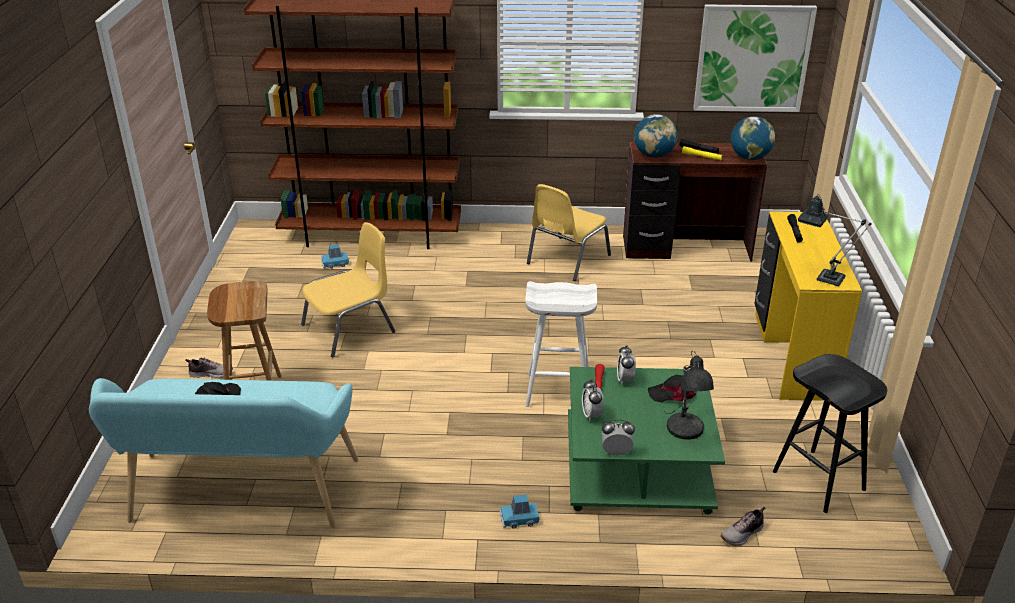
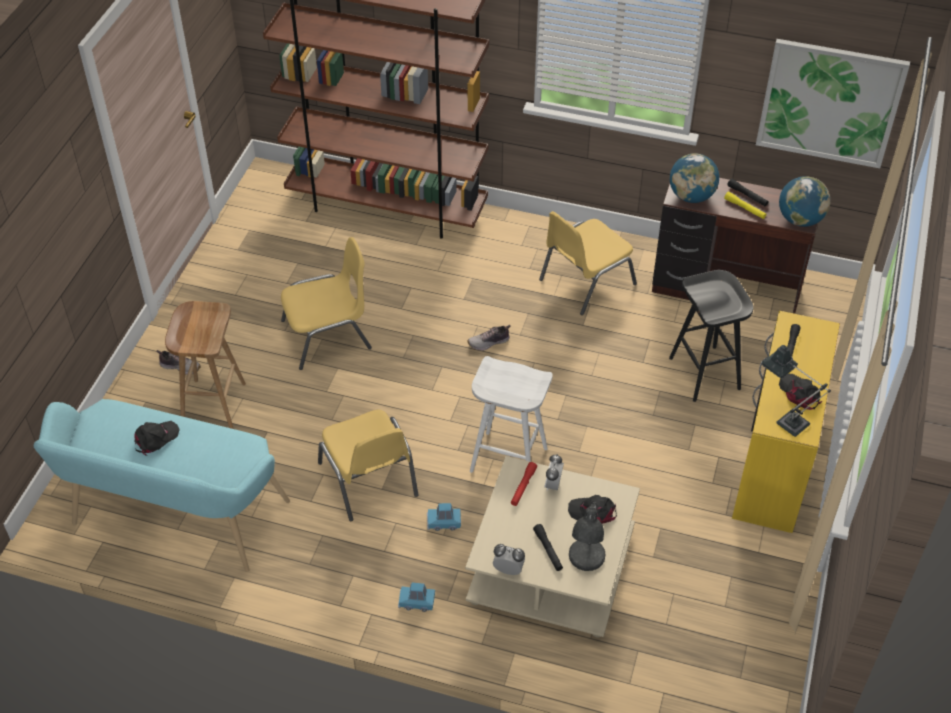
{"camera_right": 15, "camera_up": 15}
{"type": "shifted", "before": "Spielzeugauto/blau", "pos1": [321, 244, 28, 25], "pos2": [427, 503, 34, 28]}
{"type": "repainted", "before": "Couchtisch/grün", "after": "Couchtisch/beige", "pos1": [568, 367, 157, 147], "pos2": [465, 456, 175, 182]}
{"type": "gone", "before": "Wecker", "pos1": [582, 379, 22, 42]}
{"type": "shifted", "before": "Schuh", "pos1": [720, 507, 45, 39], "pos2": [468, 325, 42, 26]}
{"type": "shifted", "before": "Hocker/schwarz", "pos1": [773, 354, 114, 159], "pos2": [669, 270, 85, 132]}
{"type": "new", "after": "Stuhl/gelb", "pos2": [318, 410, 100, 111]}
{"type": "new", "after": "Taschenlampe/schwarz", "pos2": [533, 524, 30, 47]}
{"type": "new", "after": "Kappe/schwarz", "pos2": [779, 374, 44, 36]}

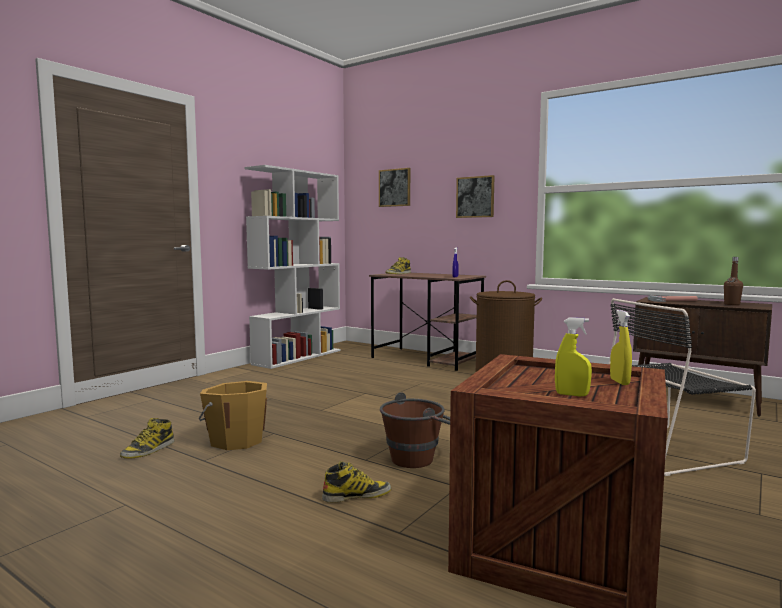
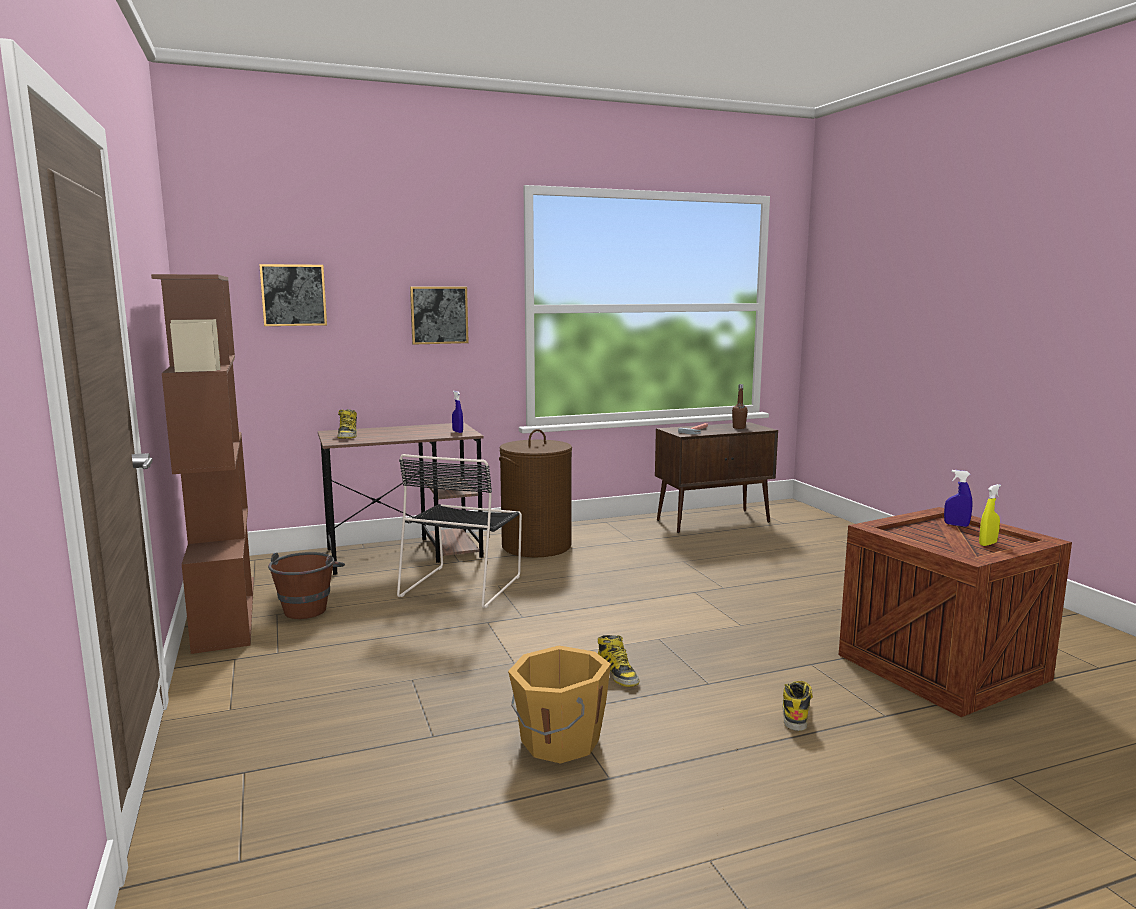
{"camera_right": -55, "camera_up": 5}
{"type": "shifted", "before": "Stiefel", "pos1": [120, 418, 55, 41], "pos2": [597, 635, 42, 52]}
{"type": "repainted", "before": "Bücherregal/weiß", "after": "Bücherregal/braun", "pos1": [245, 165, 95, 204], "pos2": [151, 274, 103, 380]}
{"type": "shifted", "before": "Eimer/braun", "pos1": [380, 392, 70, 76], "pos2": [268, 552, 77, 67]}
{"type": "shifted", "before": "Stuhl/schwarz", "pos1": [608, 298, 148, 178], "pos2": [397, 454, 125, 154]}
{"type": "repainted", "before": "Sprühflasche/gelb", "after": "Sprühflasche/blau", "pos1": [610, 310, 22, 75], "pos2": [944, 470, 29, 57]}

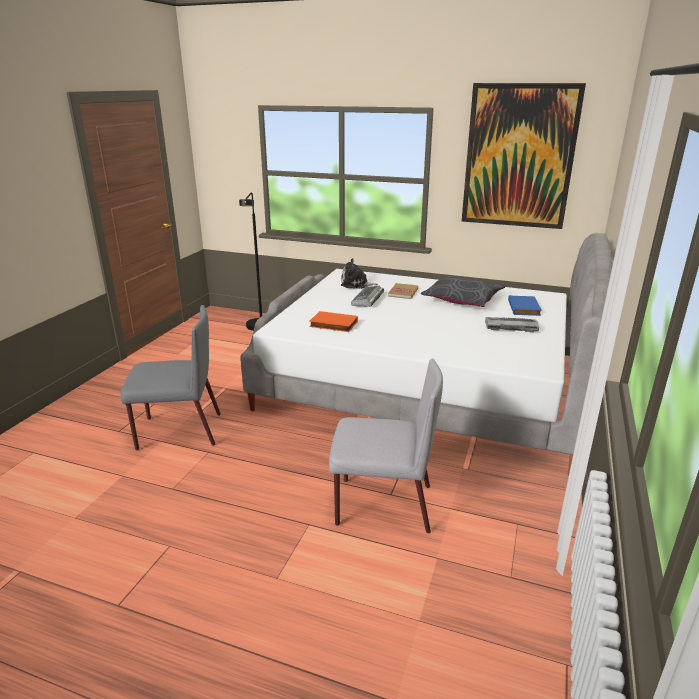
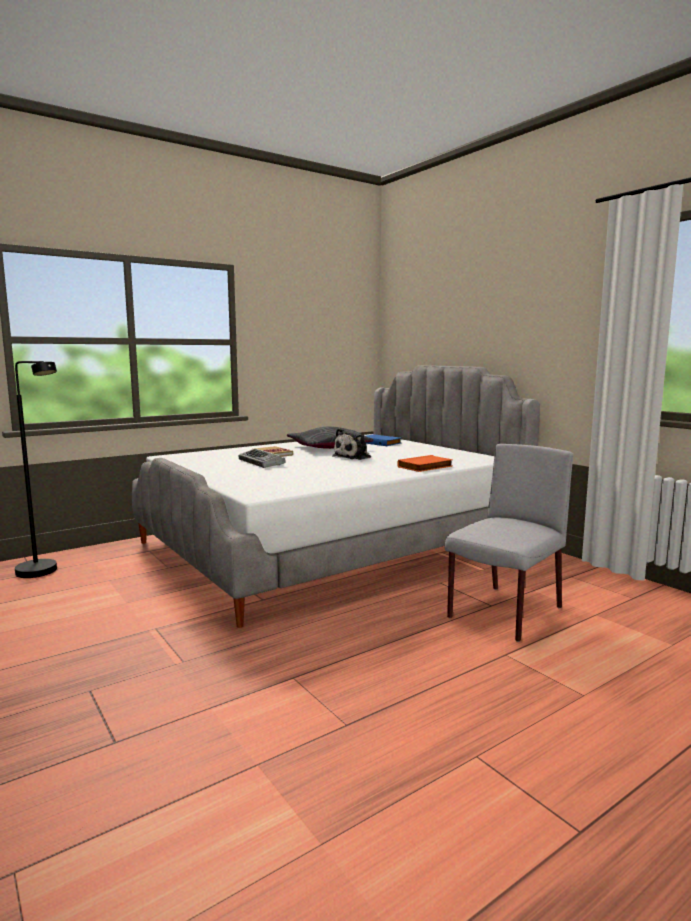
{"camera_right": -55, "camera_up": -15}
{"type": "gone", "before": "Stuhl/grau", "pos1": [120, 305, 101, 145]}
{"type": "shifted", "before": "Buch/orange", "pos1": [309, 311, 49, 21], "pos2": [397, 455, 56, 17]}
{"type": "shifted", "before": "Plüschtier", "pos1": [341, 258, 37, 31], "pos2": [332, 428, 40, 32]}
{"type": "gone", "before": "Bild", "pos1": [462, 83, 124, 146]}
{"type": "gone", "before": "Tastatur", "pos1": [485, 317, 54, 15]}

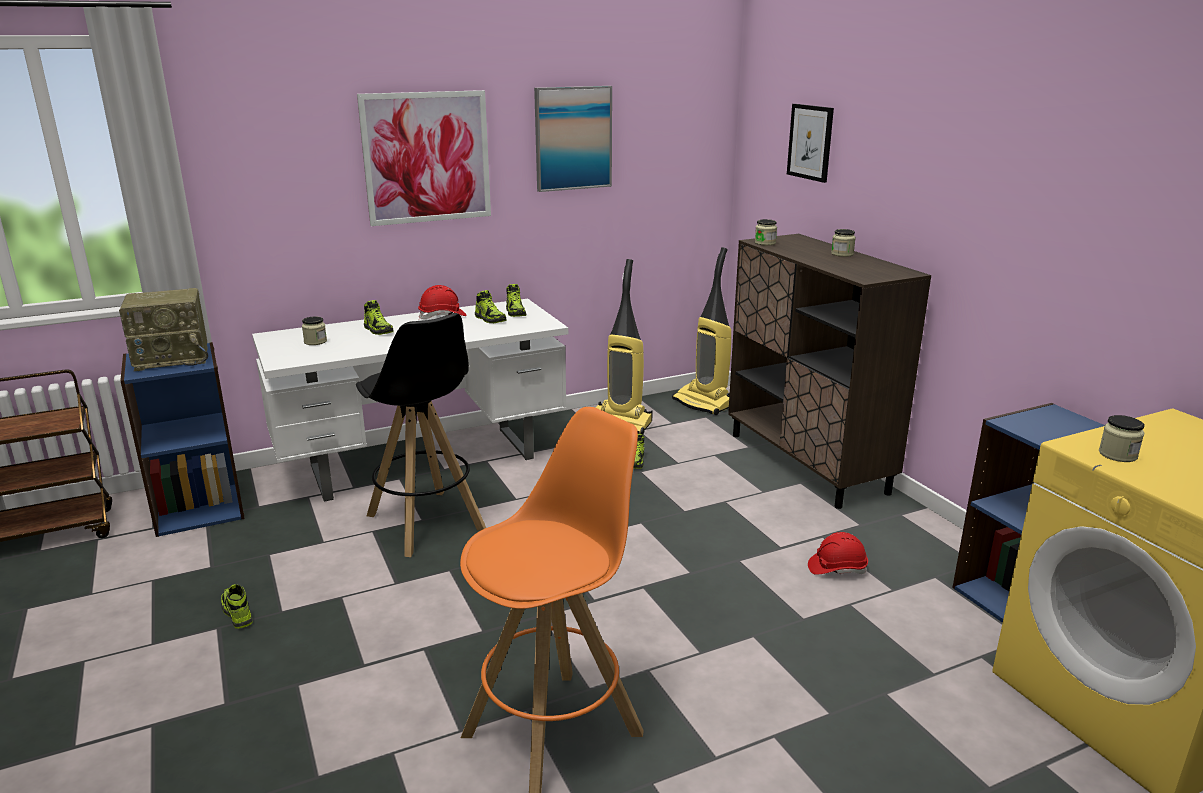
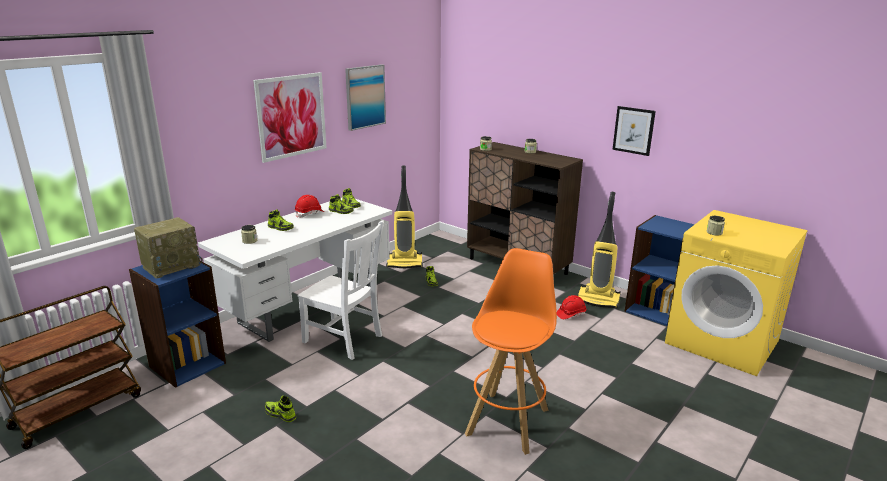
{"camera_right": -25, "camera_up": 0}
{"type": "swapped", "before": "Hocker/schwarz", "after": "Stuhl/weiß", "pos1": [356, 313, 130, 244], "pos2": [298, 221, 86, 139]}
{"type": "shifted", "before": "Staubsauger", "pos1": [672, 247, 59, 168], "pos2": [578, 192, 43, 116]}
{"type": "shifted", "before": "Bild", "pos1": [787, 104, 47, 79], "pos2": [612, 106, 44, 50]}

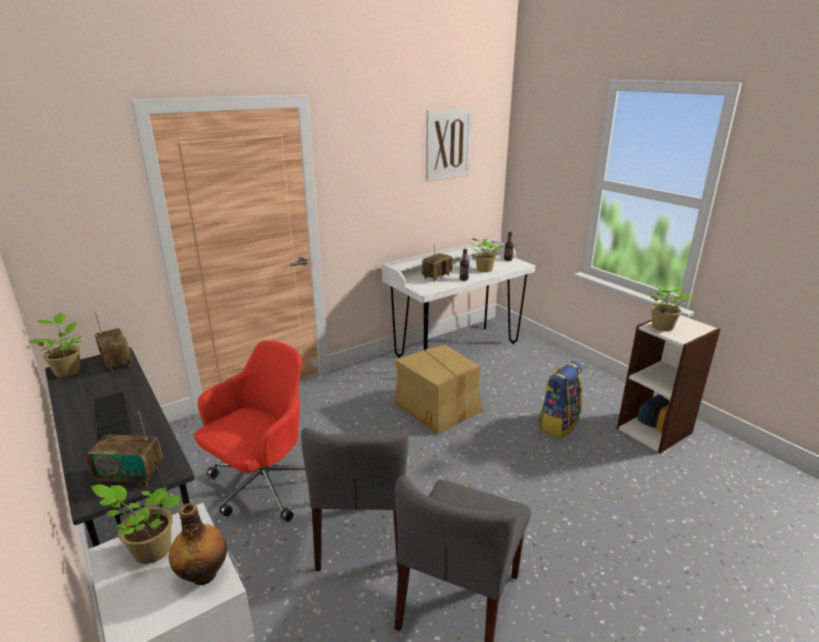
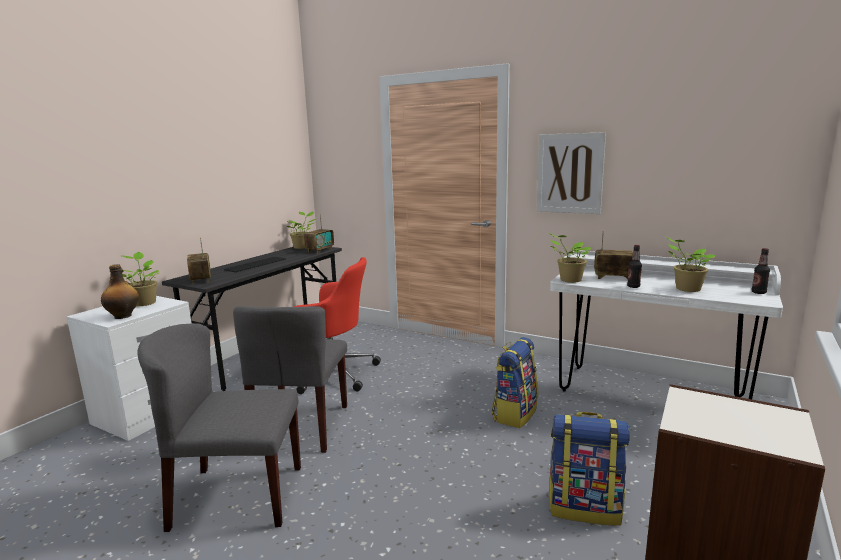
{"camera_right": 65, "camera_up": -10}
{"type": "rotated", "before": "Stuhl/grau", "pos1": [301, 428, 108, 144], "pos2": [233, 306, 114, 147], "turn": -60}
{"type": "swapped", "before": "Karton", "after": "Rucksack", "pos1": [394, 345, 89, 90], "pos2": [492, 337, 46, 91]}
{"type": "shifted", "before": "Bild", "pos1": [426, 108, 46, 73], "pos2": [537, 132, 69, 82]}
{"type": "shifted", "before": "Topfpflanze", "pos1": [650, 288, 43, 43], "pos2": [549, 233, 42, 50]}

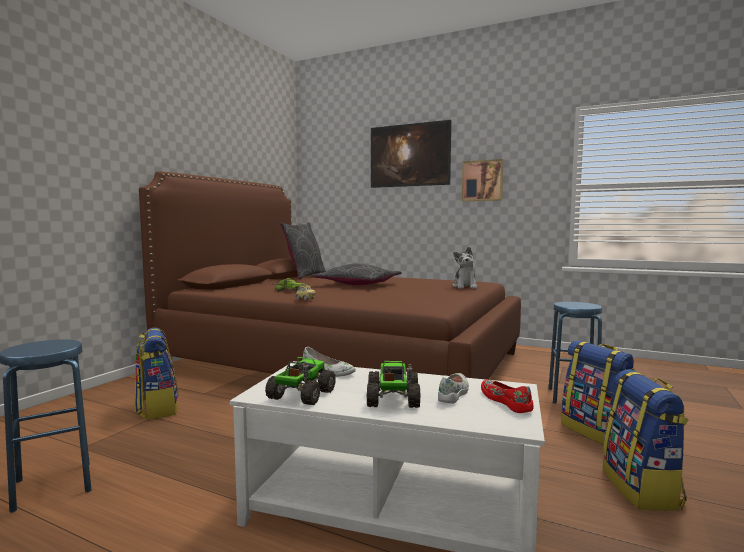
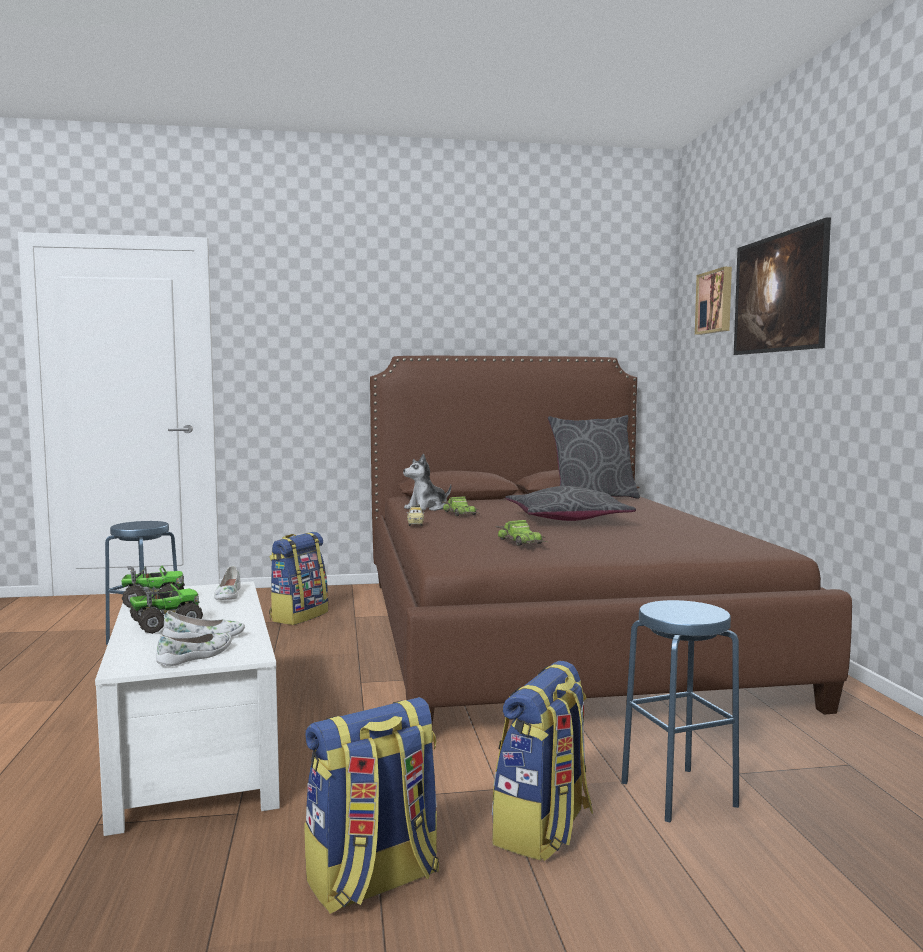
{"camera_right": 55, "camera_up": 0}
{"type": "shifted", "before": "Plüschtier", "pos1": [452, 247, 26, 42], "pos2": [403, 453, 48, 58]}
{"type": "shifted", "before": "Bild", "pos1": [462, 159, 42, 42], "pos2": [695, 267, 37, 68]}
{"type": "repainted", "before": "Schuh/rot", "after": "Schuh/weiß", "pos1": [481, 380, 52, 33], "pos2": [156, 633, 76, 33]}
{"type": "new", "after": "Spielzeugauto", "pos2": [496, 520, 51, 26]}

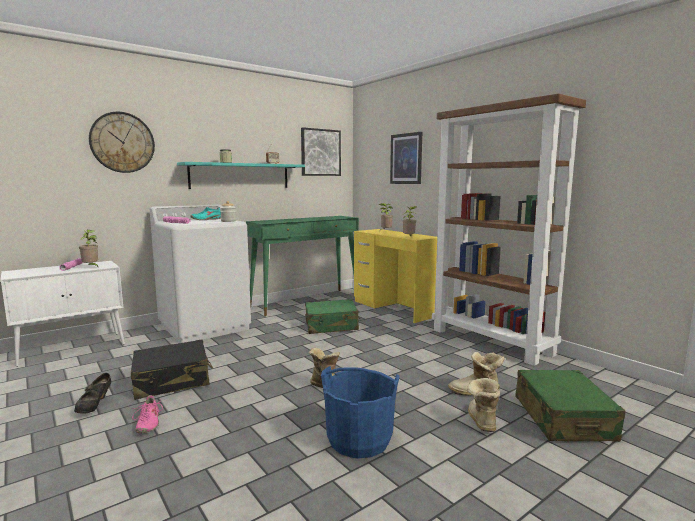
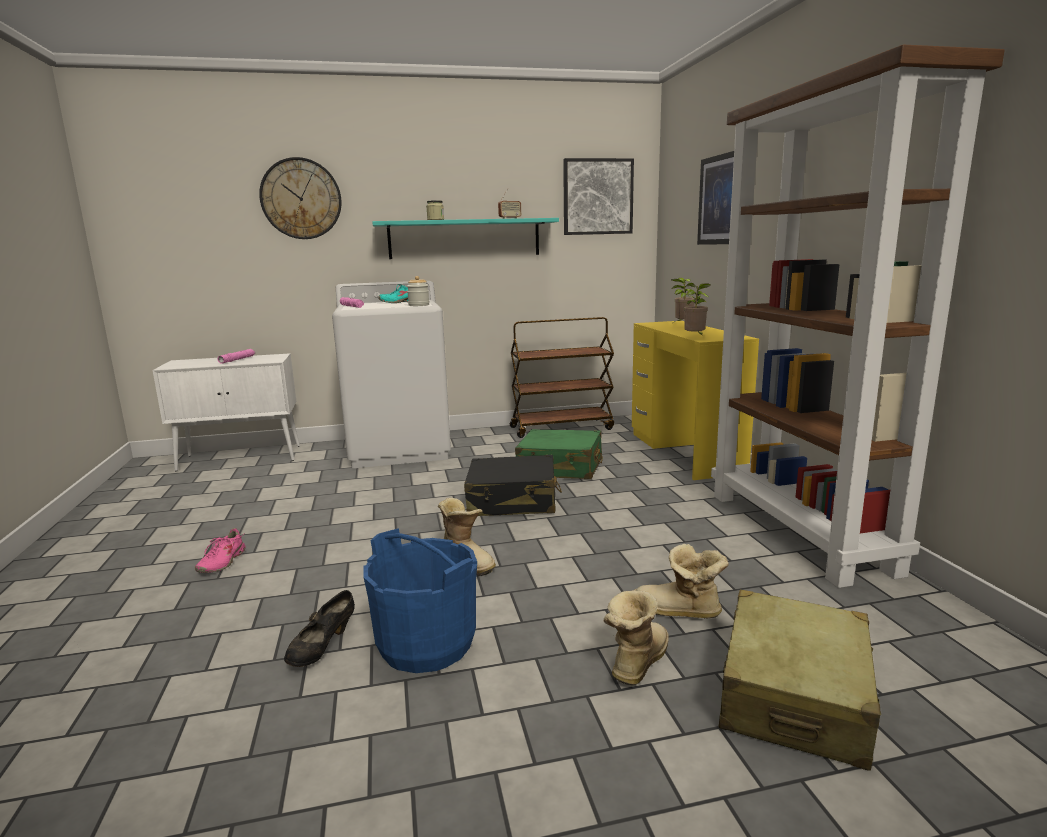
{"camera_right": 25, "camera_up": 5}
{"type": "shifted", "before": "Schuh/schwarz", "pos1": [74, 373, 37, 41], "pos2": [284, 590, 71, 77]}
{"type": "gone", "before": "Topfpflanze", "pos1": [79, 230, 19, 37]}
{"type": "shifted", "before": "Koffer/schwarz", "pos1": [131, 340, 82, 60], "pos2": [464, 455, 98, 61]}
{"type": "swapped", "before": "Konsolentisch/grün", "after": "Rollwagen/braun", "pos1": [246, 216, 113, 100], "pos2": [510, 317, 104, 121]}
{"type": "repainted", "before": "Koffer/grün", "after": "Koffer/beige", "pos1": [515, 370, 110, 72], "pos2": [719, 590, 162, 181]}

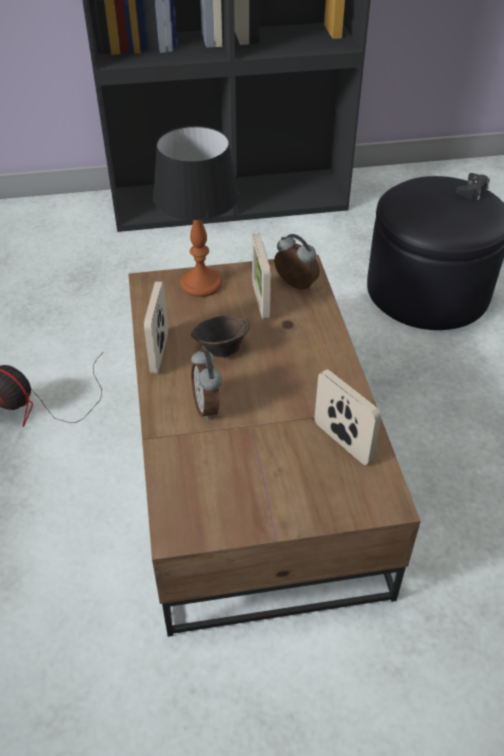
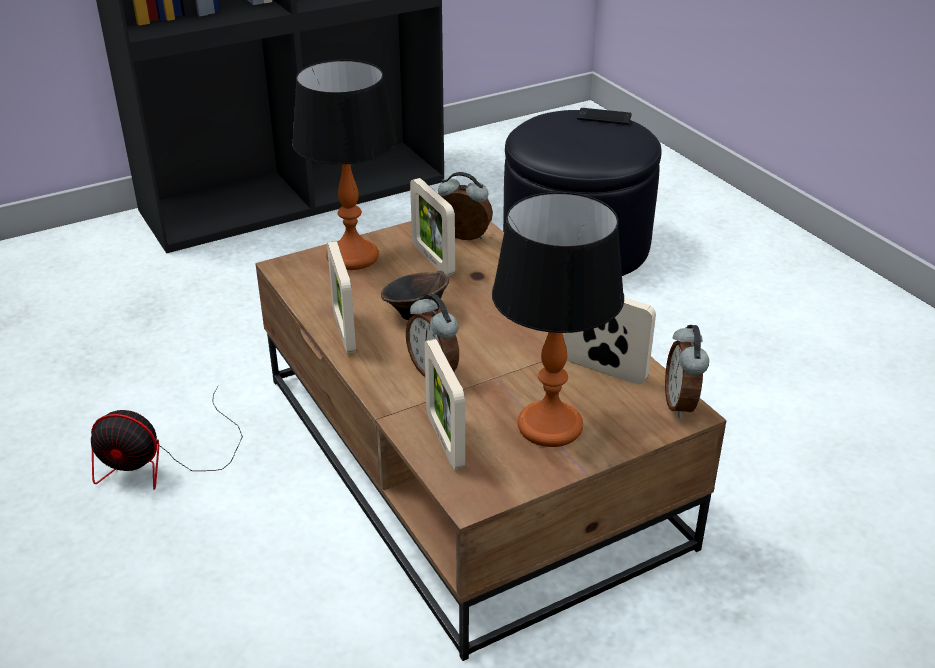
{"camera_right": -20, "camera_up": -10}
{"type": "swapped", "before": "Gamepad/schwarz", "after": "Handy", "pos1": [456, 173, 34, 27], "pos2": [577, 108, 55, 17]}
{"type": "new", "after": "Bilderrahmen", "pos2": [424, 339, 41, 131]}
{"type": "new", "after": "Tischlampe", "pos2": [492, 192, 132, 255]}
{"type": "new", "after": "Wecker", "pos2": [665, 325, 44, 93]}

